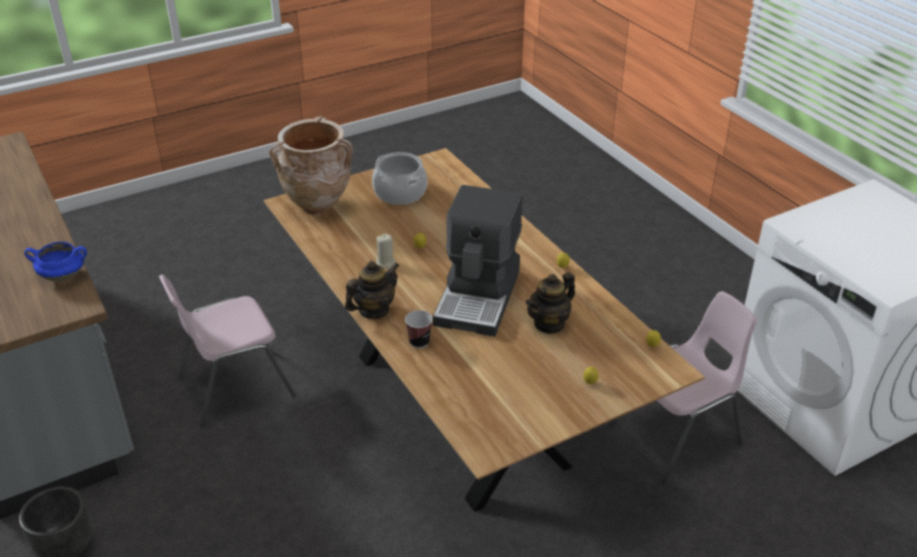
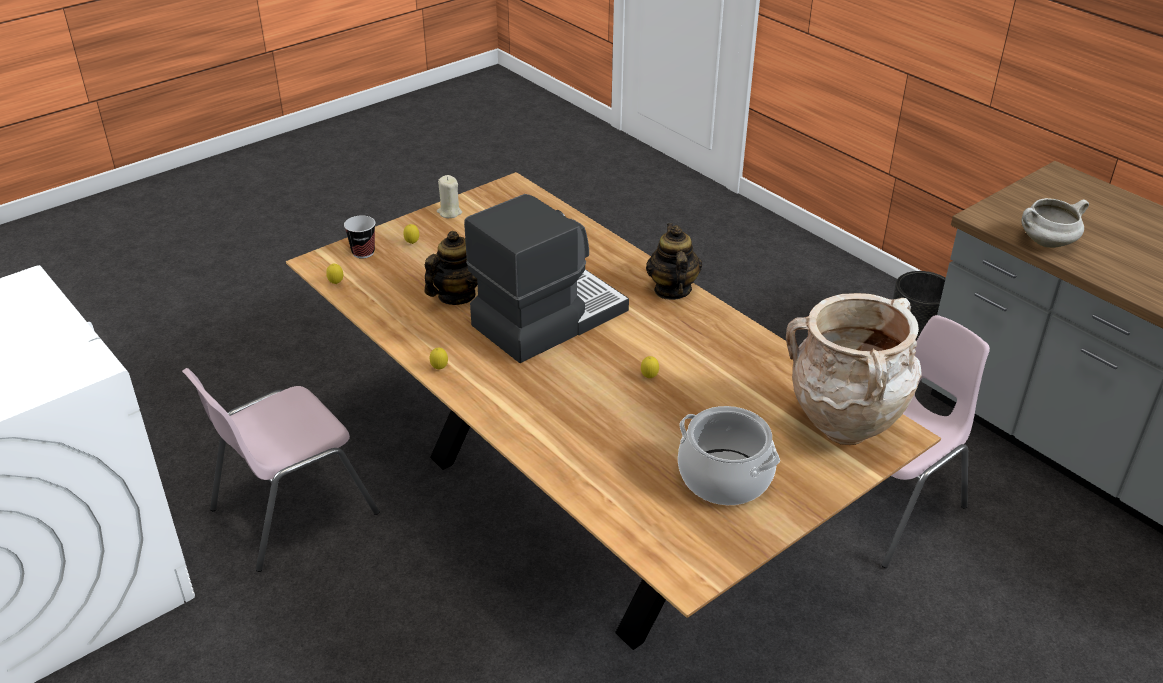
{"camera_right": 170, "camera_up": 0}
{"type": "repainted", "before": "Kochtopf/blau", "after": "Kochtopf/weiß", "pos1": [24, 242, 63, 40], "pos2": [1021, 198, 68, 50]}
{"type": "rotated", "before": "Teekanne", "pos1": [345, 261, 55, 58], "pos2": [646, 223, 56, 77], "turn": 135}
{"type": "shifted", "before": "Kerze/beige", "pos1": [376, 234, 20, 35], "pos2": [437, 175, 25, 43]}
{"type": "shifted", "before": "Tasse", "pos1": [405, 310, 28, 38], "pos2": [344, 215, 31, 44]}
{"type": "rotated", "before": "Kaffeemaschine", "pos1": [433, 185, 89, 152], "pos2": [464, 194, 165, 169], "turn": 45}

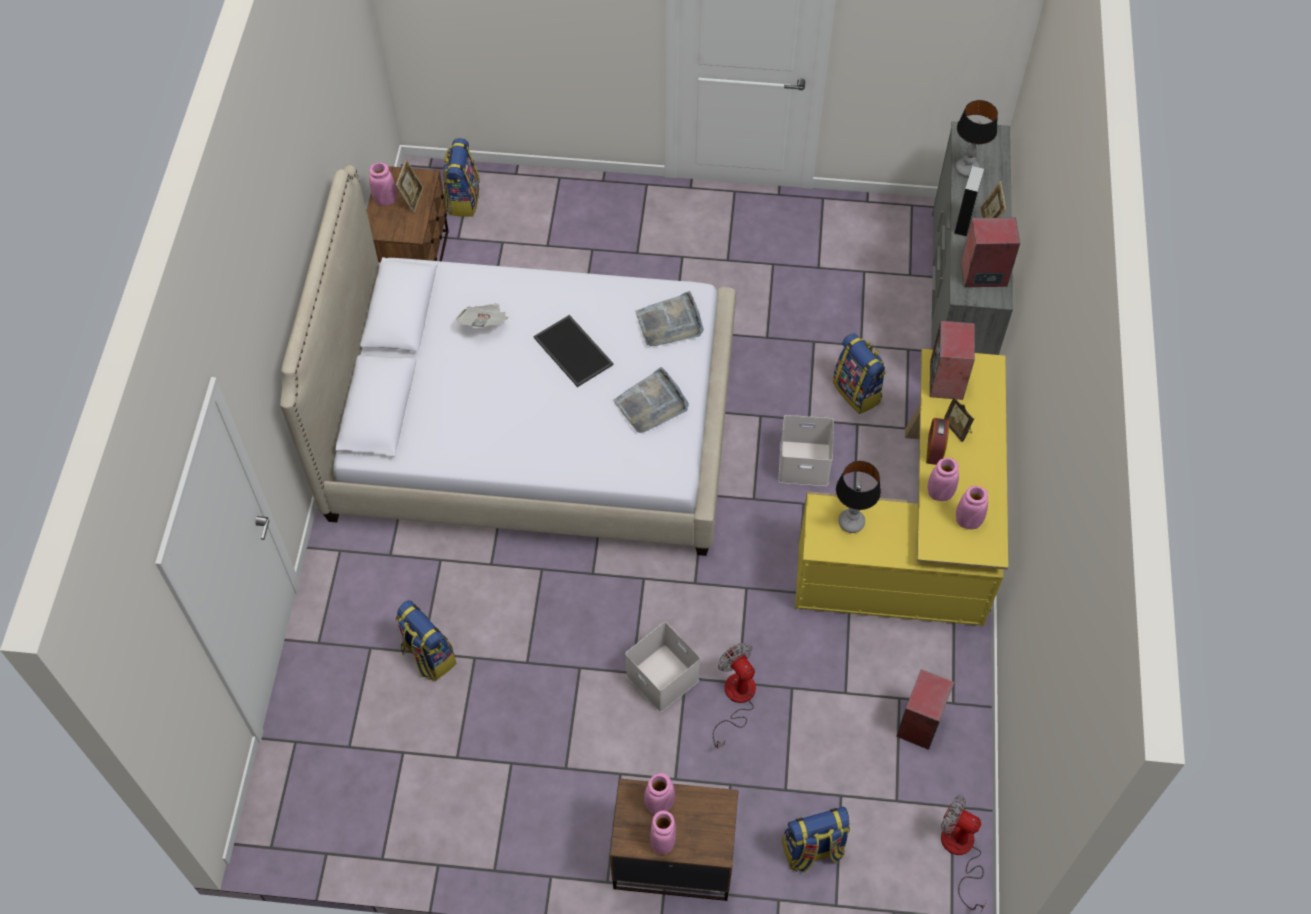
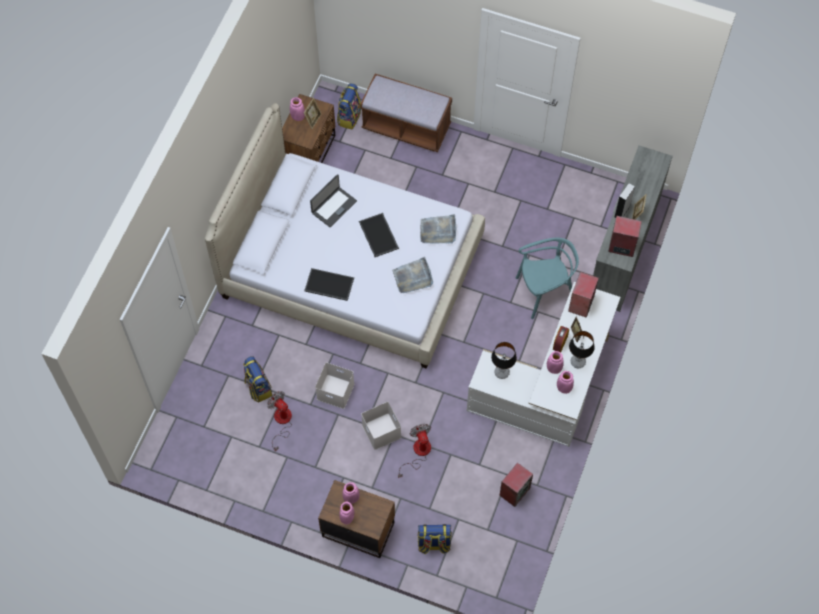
{"camera_right": 15, "camera_up": 5}
{"type": "swapped", "before": "Zeitung", "after": "Laptop", "pos1": [456, 303, 52, 25], "pos2": [310, 174, 47, 53]}
{"type": "shifted", "before": "Aufbewahrungsbox/weiß", "pos1": [778, 415, 56, 71], "pos2": [315, 363, 40, 46]}
{"type": "repainted", "before": "Schreibtisch/gelb", "after": "Schreibtisch/weiß", "pos1": [795, 349, 213, 277], "pos2": [467, 282, 154, 165]}
{"type": "swapped", "before": "Rucksack", "after": "Stuhl/türkis", "pos1": [833, 333, 53, 81], "pos2": [516, 238, 63, 81]}
{"type": "shifted", "before": "Ventilator", "pos1": [941, 795, 46, 117], "pos2": [267, 391, 25, 61]}
{"type": "shifted", "before": "Tischlampe", "pos1": [956, 100, 42, 77], "pos2": [569, 331, 26, 37]}
{"type": "new", "after": "Tablett", "pos2": [304, 268, 50, 33]}
{"type": "new", "after": "Bank/braun", "pos2": [360, 74, 92, 78]}

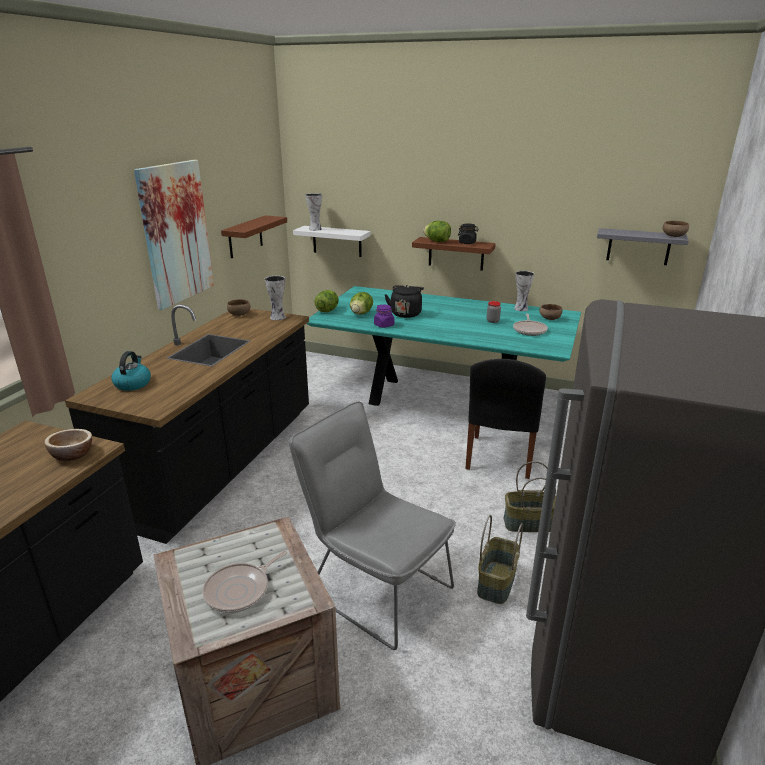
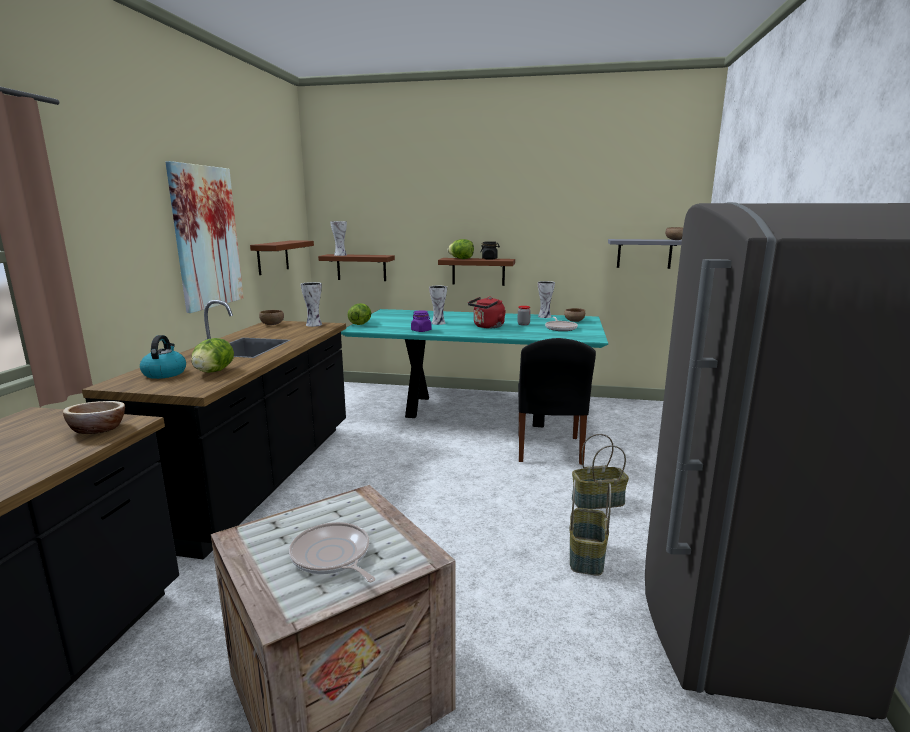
{"camera_right": -10, "camera_up": -10}
{"type": "rotated", "before": "Pfanne", "pos1": [202, 551, 85, 62], "pos2": [289, 522, 86, 61], "turn": 105}
{"type": "gone", "before": "Stuhl/grau", "pos1": [289, 402, 167, 248]}
{"type": "repainted", "before": "Wandregal/weiß", "after": "Wandregal/braun", "pos1": [293, 226, 78, 31], "pos2": [318, 254, 77, 27]}
{"type": "shifted", "before": "Salatkopf", "pos1": [350, 292, 23, 23], "pos2": [191, 338, 43, 35]}
{"type": "swapped", "before": "Wasserkessel/schwarz", "after": "Vase", "pos1": [384, 285, 40, 33], "pos2": [429, 286, 18, 39]}
{"type": "new", "after": "Wasserkessel/rot", "pos2": [468, 296, 38, 32]}

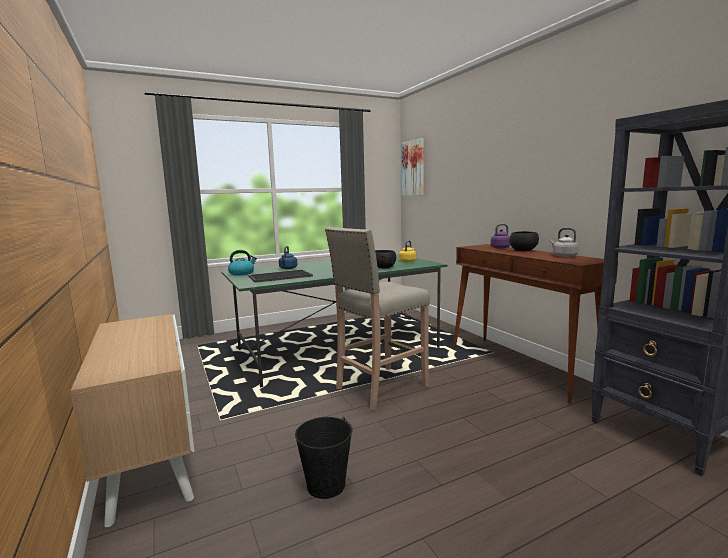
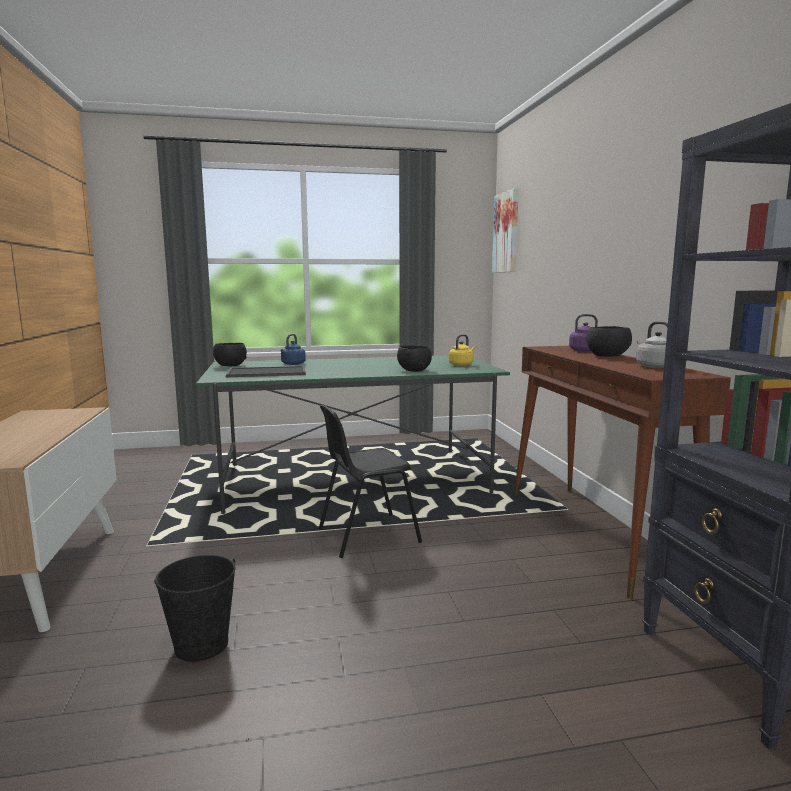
{"camera_right": 15, "camera_up": 0}
{"type": "swapped", "before": "Wasserkessel", "after": "Schüssel/schwarz", "pos1": [228, 250, 29, 25], "pos2": [213, 343, 34, 23]}
{"type": "swapped", "before": "Hocker/beige", "after": "Stuhl/schwarz", "pos1": [325, 227, 105, 183], "pos2": [319, 405, 103, 153]}

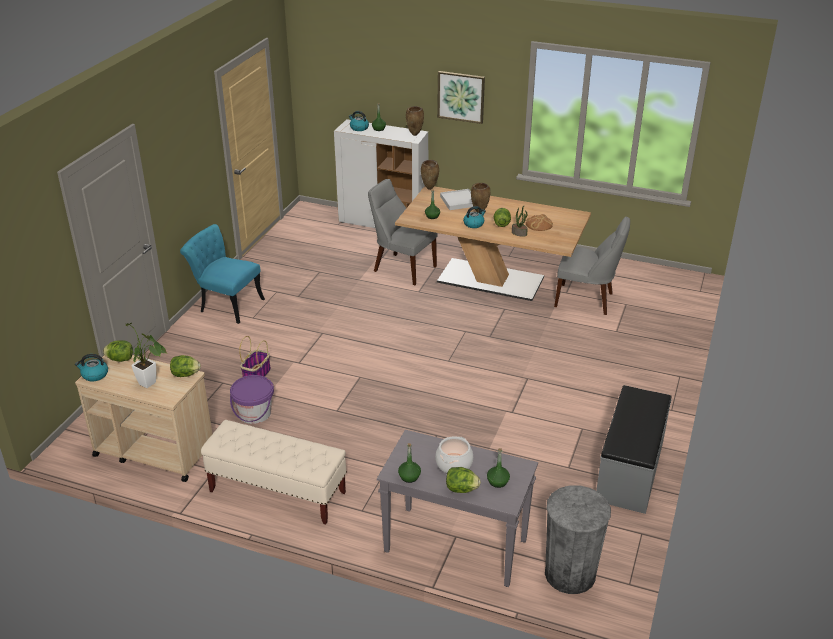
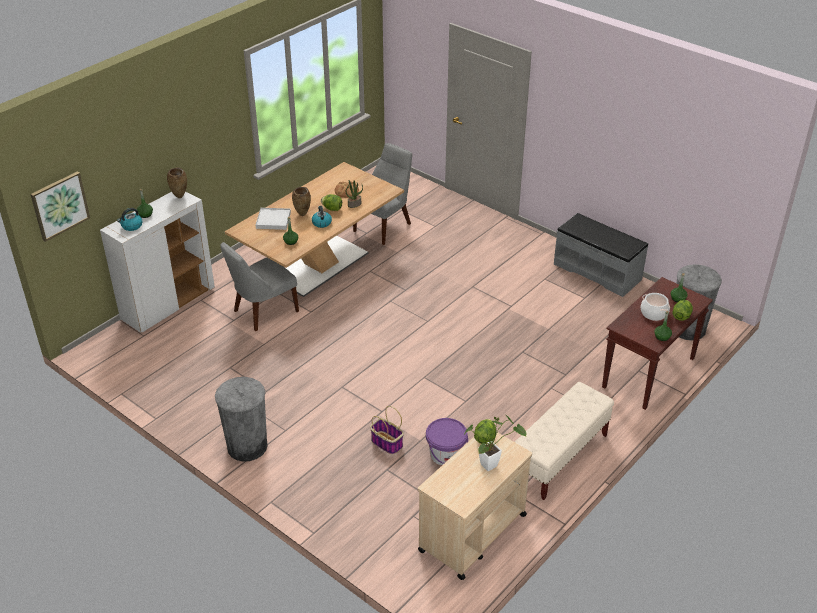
{"camera_right": -70, "camera_up": 5}
{"type": "gone", "before": "Wasserkessel", "pos1": [75, 354, 33, 27]}
{"type": "gone", "before": "Salatkopf", "pos1": [103, 340, 30, 22]}
{"type": "swapped", "before": "Stuhl/türkis", "after": "Mülleimer/grau", "pos1": [180, 224, 85, 100], "pos2": [215, 377, 53, 85]}
{"type": "repainted", "before": "Konsolentisch/grau", "after": "Konsolentisch/braun", "pos1": [377, 430, 161, 157], "pos2": [602, 277, 111, 133]}
{"type": "gone", "before": "Vase/braun", "pos1": [421, 160, 18, 30]}
{"type": "shifted", "before": "Bild", "pos1": [437, 71, 48, 53], "pos2": [30, 171, 60, 71]}

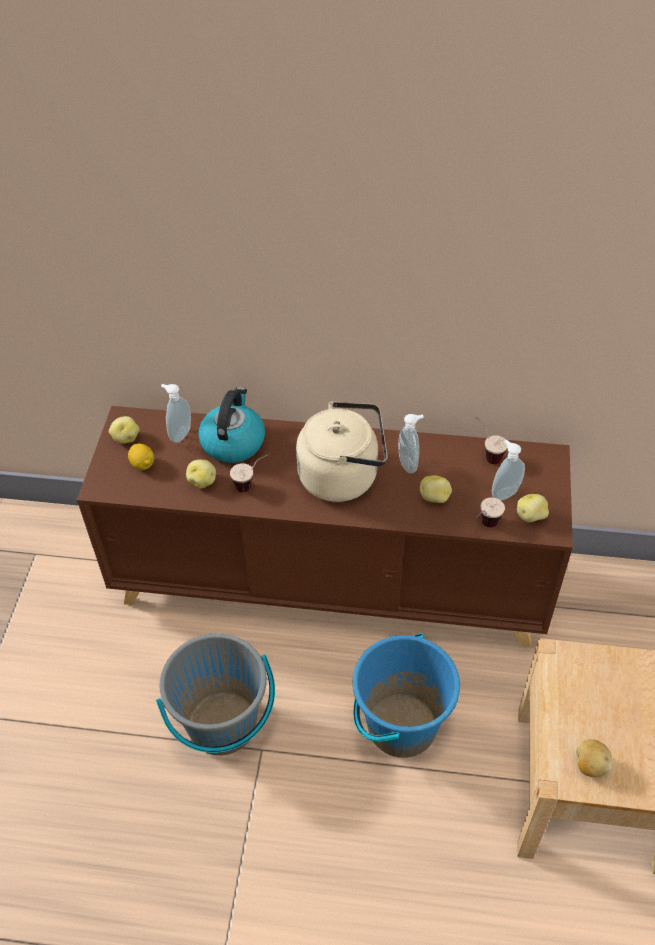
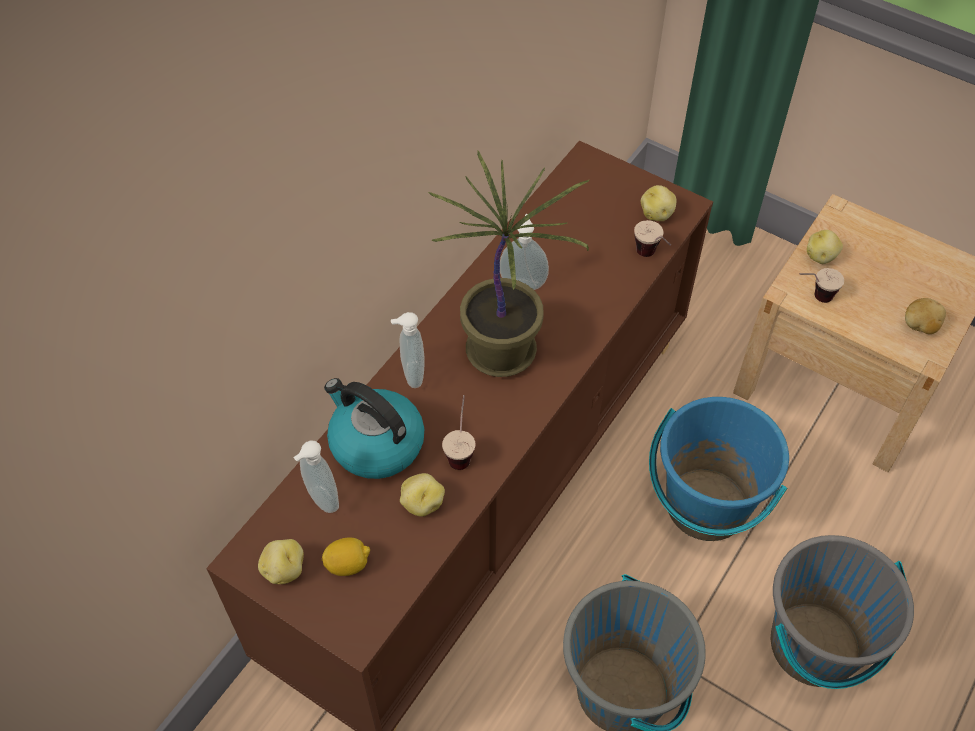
{"camera_right": -65, "camera_up": 5}
{"type": "swapped", "before": "Wasserkessel/beige", "after": "Topfpflanze", "pos1": [296, 401, 91, 101], "pos2": [428, 151, 162, 226]}
{"type": "shifted", "before": "Kartoffel", "pos1": [420, 476, 32, 27], "pos2": [807, 230, 36, 34]}
{"type": "shifted", "before": "Tasse", "pos1": [476, 416, 31, 48], "pos2": [800, 268, 44, 35]}
{"type": "shifted", "before": "Seifenspender", "pos1": [492, 439, 33, 62], "pos2": [391, 312, 33, 76]}
{"type": "new", "after": "Eimer/grau", "pos2": [770, 535, 144, 154]}

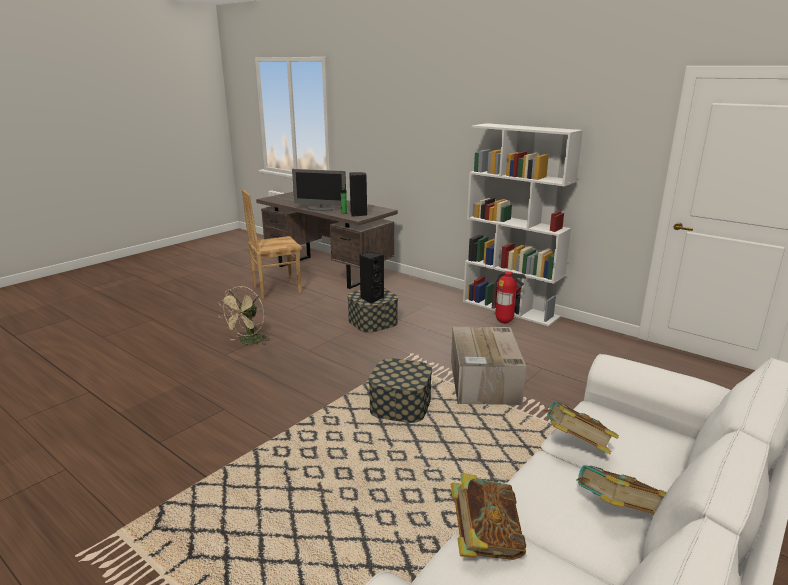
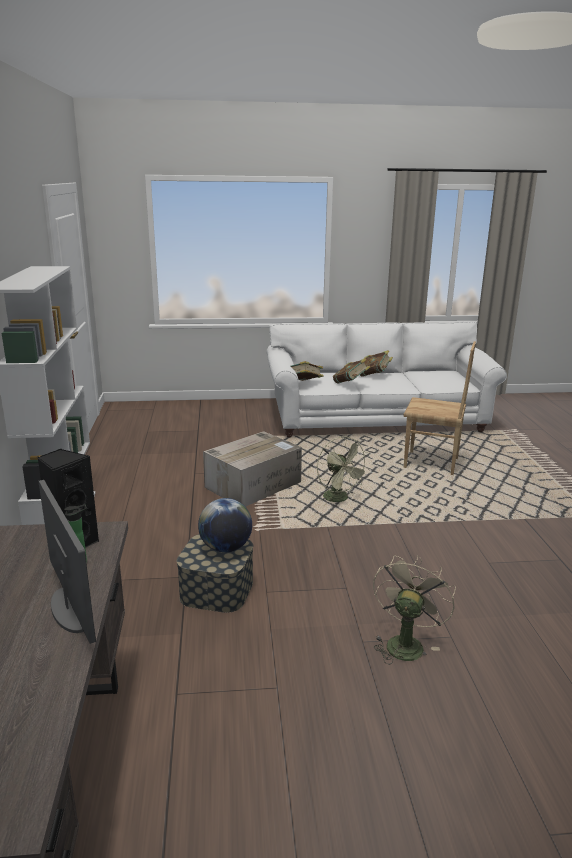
{"camera_right": -135, "camera_up": 0}
{"type": "rotated", "before": "Ventilator/beige", "pos1": [219, 286, 51, 59], "pos2": [373, 555, 83, 110], "turn": -45}
{"type": "shifted", "before": "Stuhl/braun", "pos1": [242, 190, 60, 109], "pos2": [404, 341, 72, 134]}
{"type": "swapped", "before": "Lautsprecher/schwarz", "after": "Globus", "pos1": [359, 252, 25, 52], "pos2": [198, 498, 54, 55]}
{"type": "swapped", "before": "Aufbewahrungsbox", "after": "Ventilator/grün", "pos1": [368, 358, 64, 65], "pos2": [317, 436, 52, 70]}
{"type": "shifted", "before": "Buch", "pos1": [451, 473, 75, 87], "pos2": [290, 361, 34, 20]}
{"type": "gone", "before": "Feuerlöscher", "pos1": [492, 271, 34, 52]}

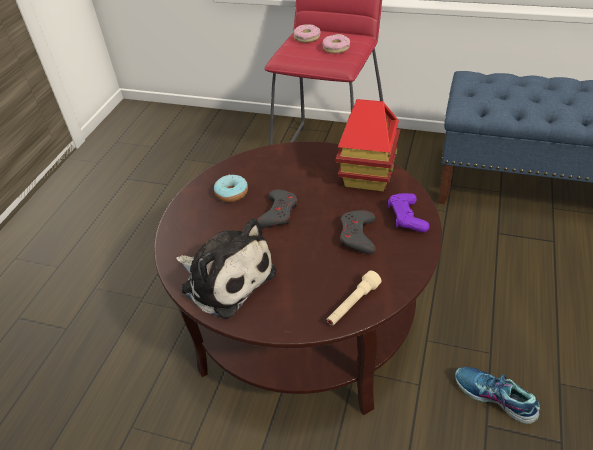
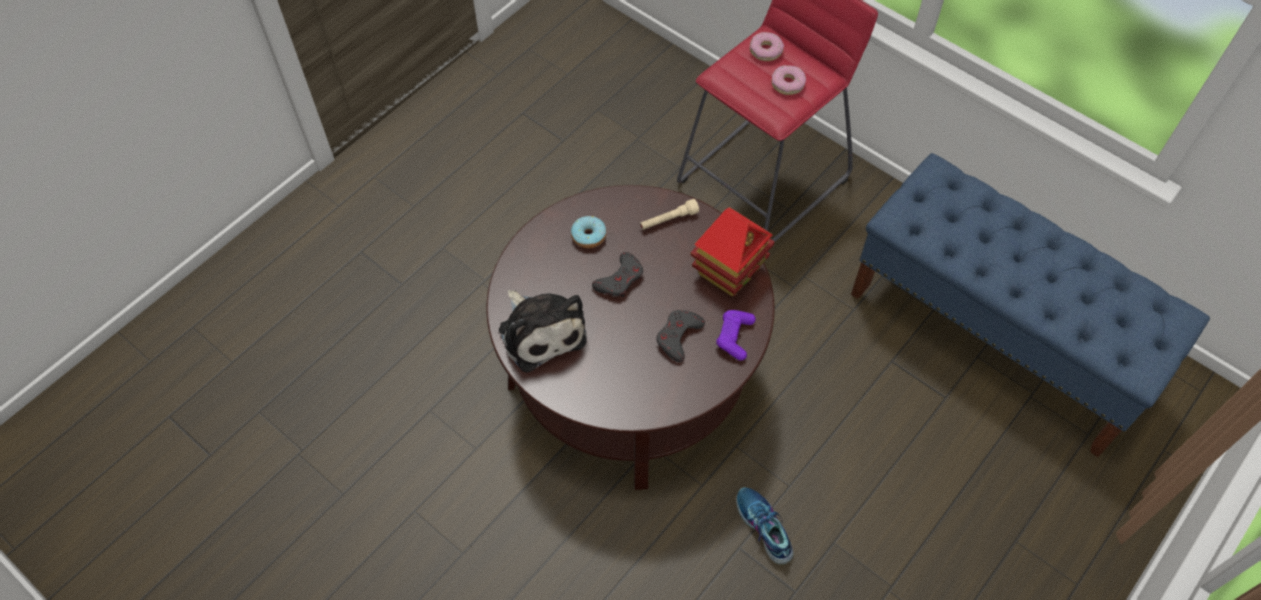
{"camera_right": 20, "camera_up": 15}
{"type": "shifted", "before": "Taschenlampe/beige", "pos1": [327, 271, 54, 55], "pos2": [640, 199, 59, 31]}

